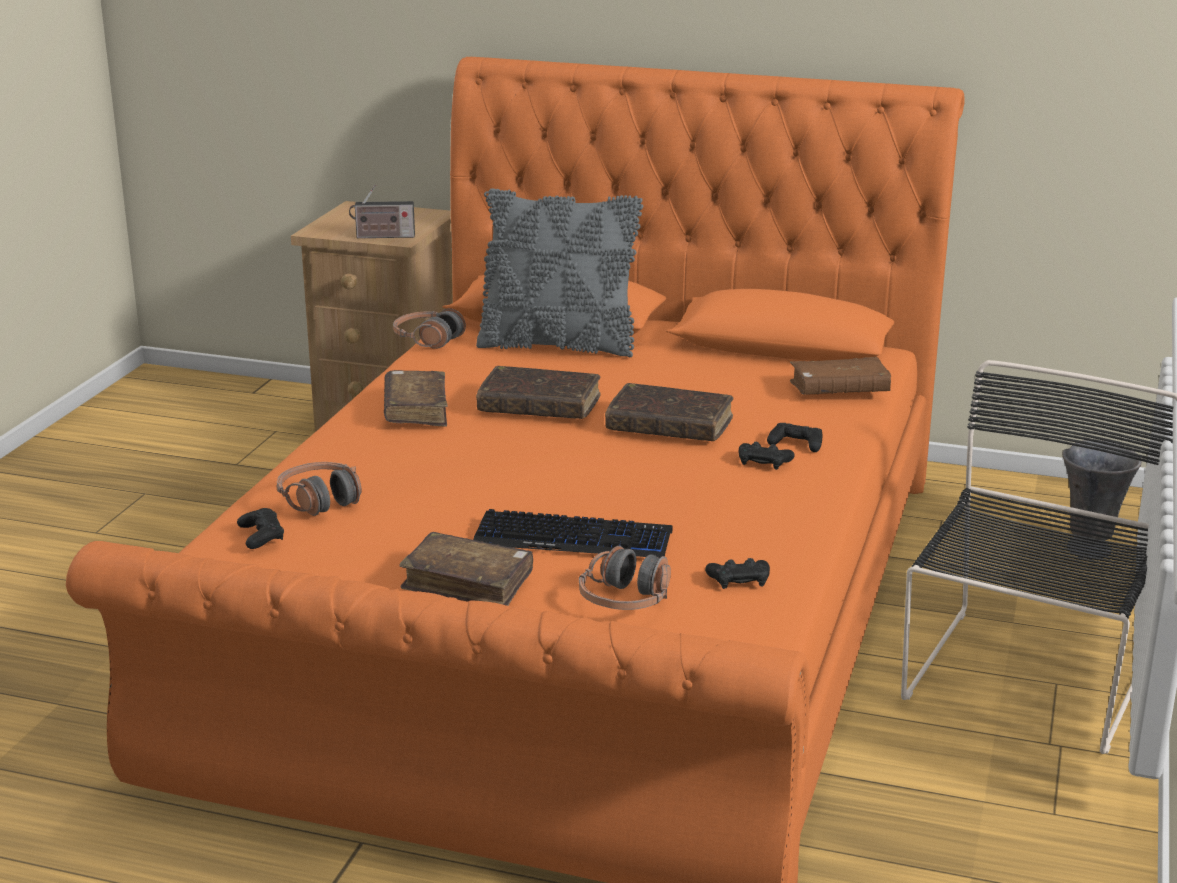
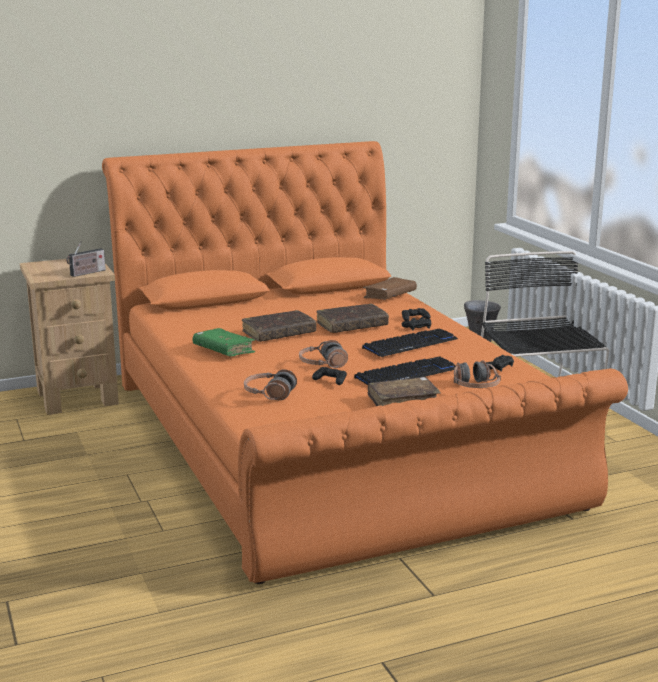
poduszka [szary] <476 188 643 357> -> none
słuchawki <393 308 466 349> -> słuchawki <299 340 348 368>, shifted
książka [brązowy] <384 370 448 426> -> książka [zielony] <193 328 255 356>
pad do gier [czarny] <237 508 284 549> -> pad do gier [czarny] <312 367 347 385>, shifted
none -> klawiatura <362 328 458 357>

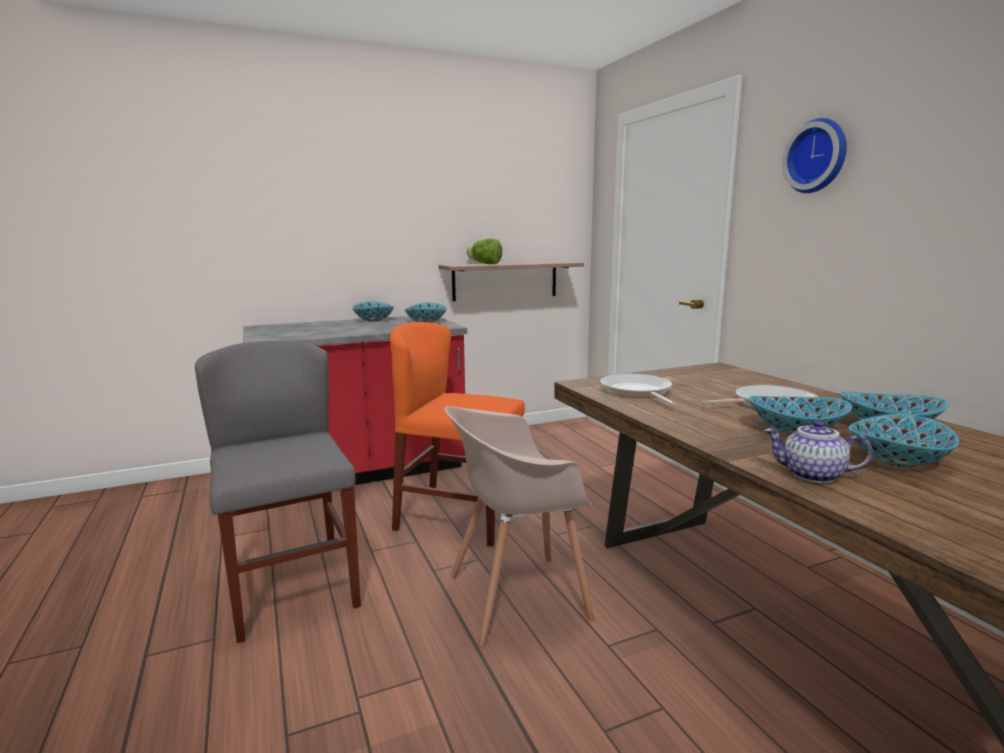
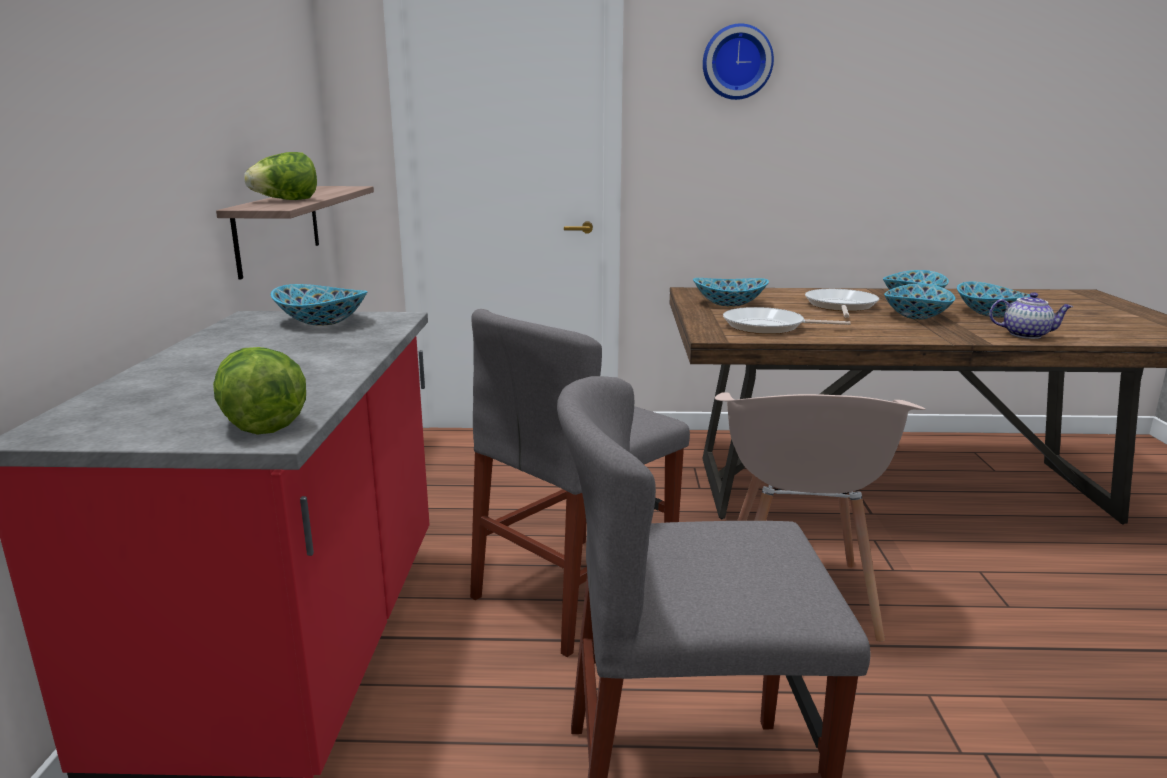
miska <352 302 394 322> -> miska <693 278 769 306>, shifted
krzesło [pomarańczowy] <390 322 525 547> -> krzesło [szary] <470 309 690 657>
imbryk <764 420 873 483> -> imbryk <989 292 1073 339>, 120 degrees counterclockwise
none -> sałata <213 347 306 435>

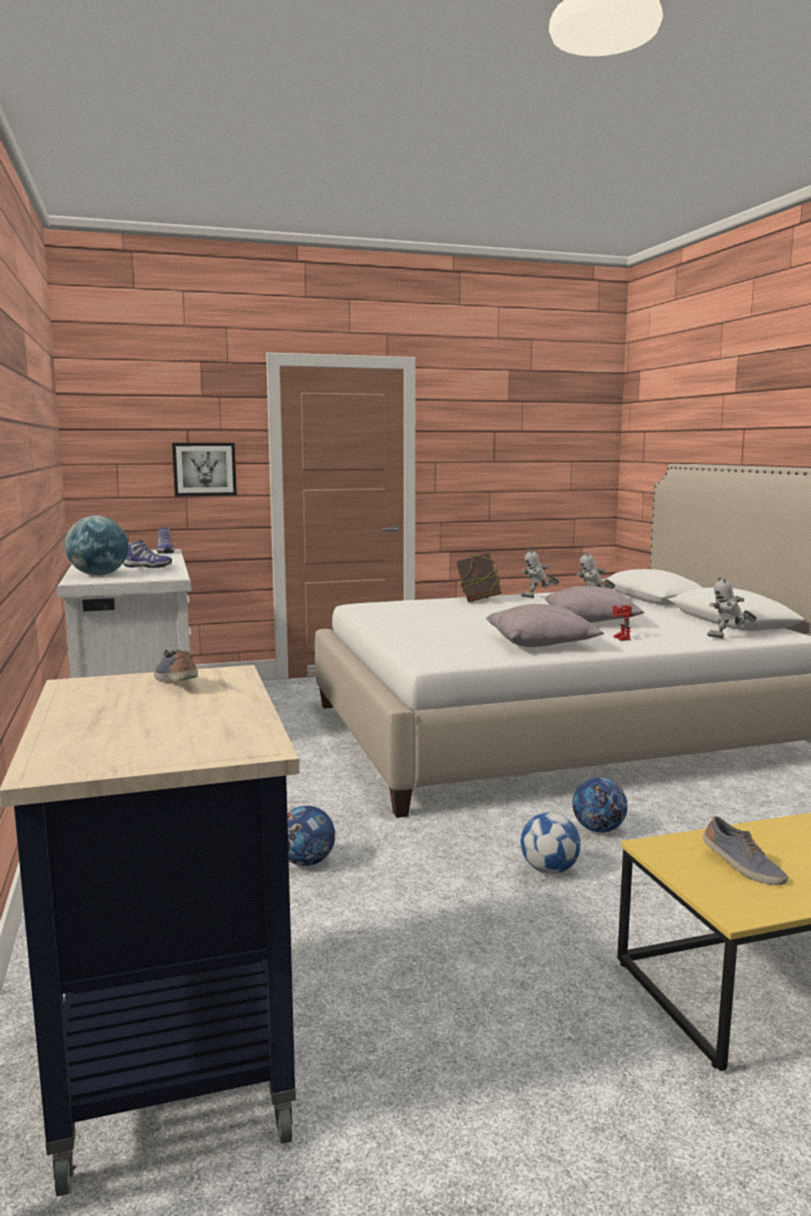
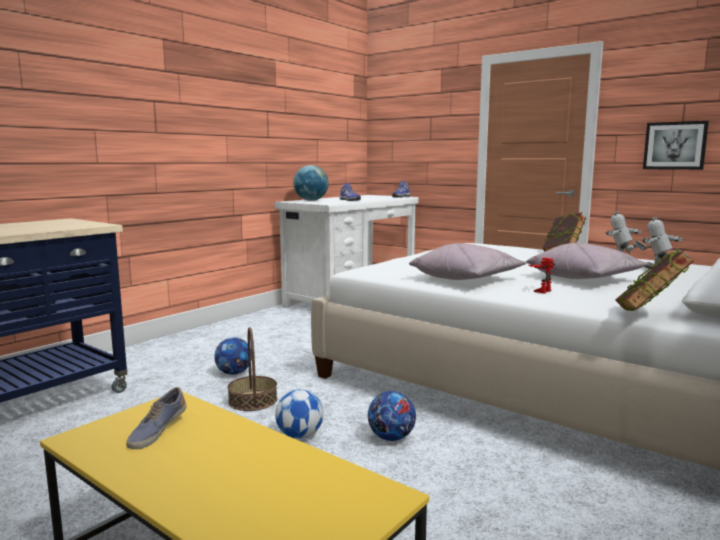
obraz <172 443 237 496> -> obraz <643 121 709 170>, shifted
robot zabawkowy <707 576 757 638> -> książka <615 250 694 311>
but <153 649 198 681> -> none
none -> koszyk <228 327 277 411>

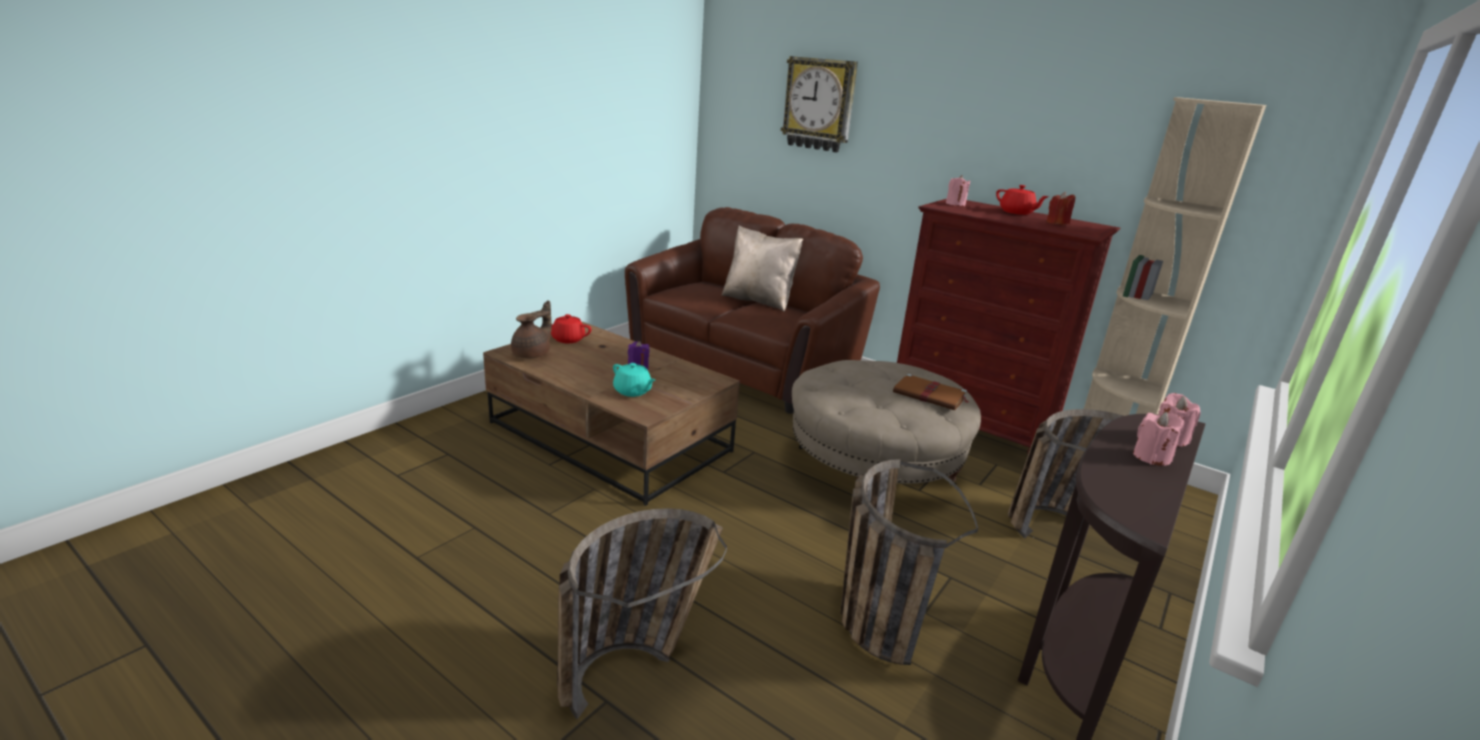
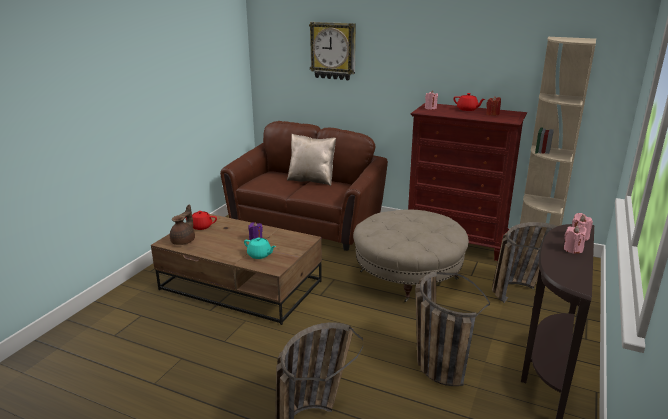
książka [brązowy] <893 374 969 410> -> none

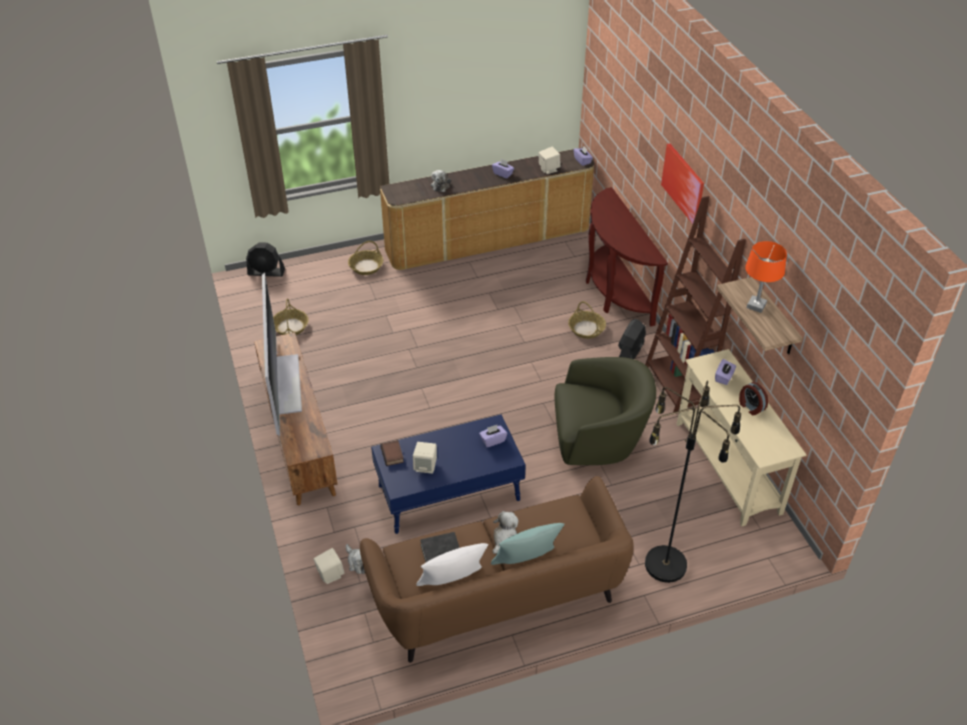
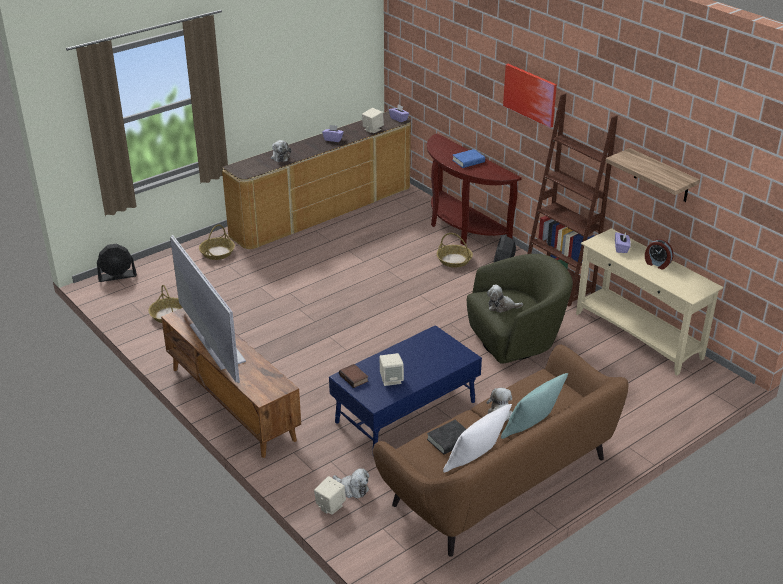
lampa stołowa [pomarańczowy] <745 241 787 313> -> none
lampa stojąca <645 381 741 583> -> none
pudełko chusteczek [fioletowy] <479 425 507 447> -> none
none -> książka [niebieski] <453 149 485 168>
none -> pluszak <487 285 523 313>

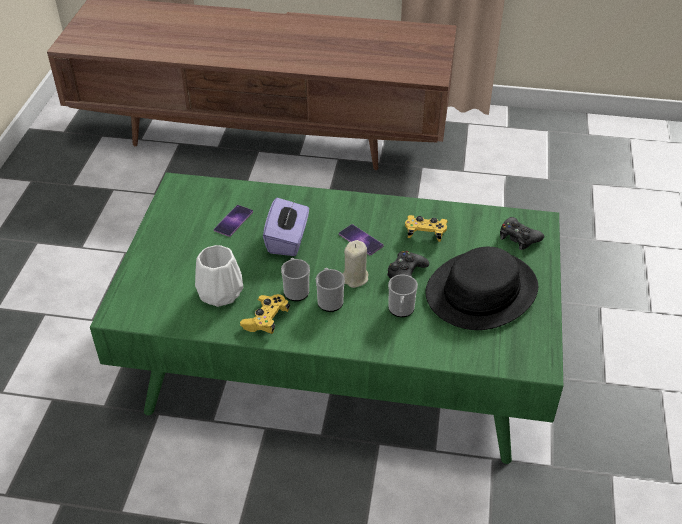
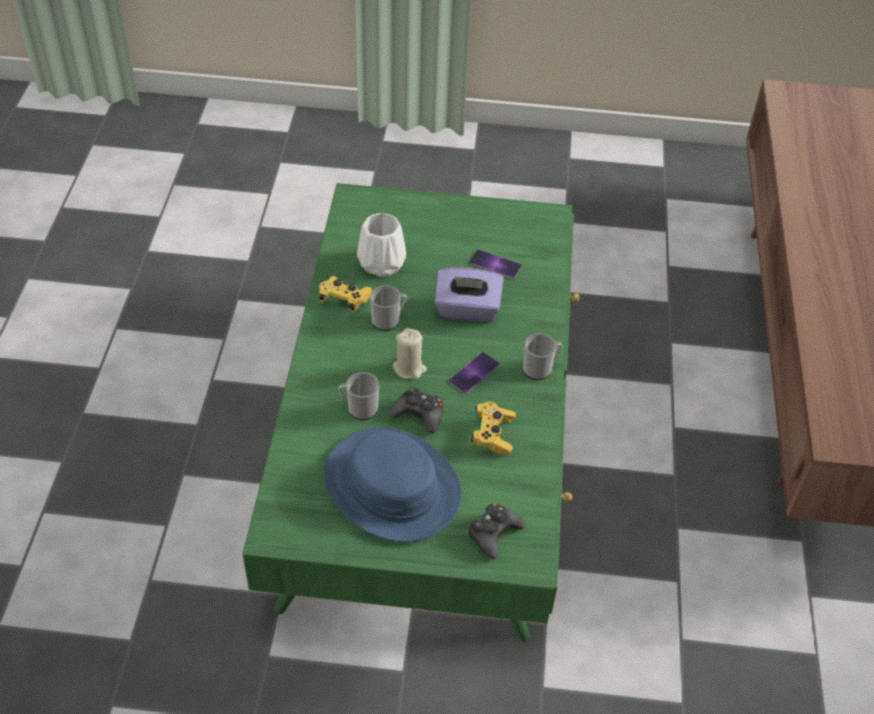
kapelusz [czarny] <425 247 538 330> -> kapelusz [niebieski] <324 427 461 542>
kubek <316 268 345 312> -> kubek <523 333 562 380>, shifted

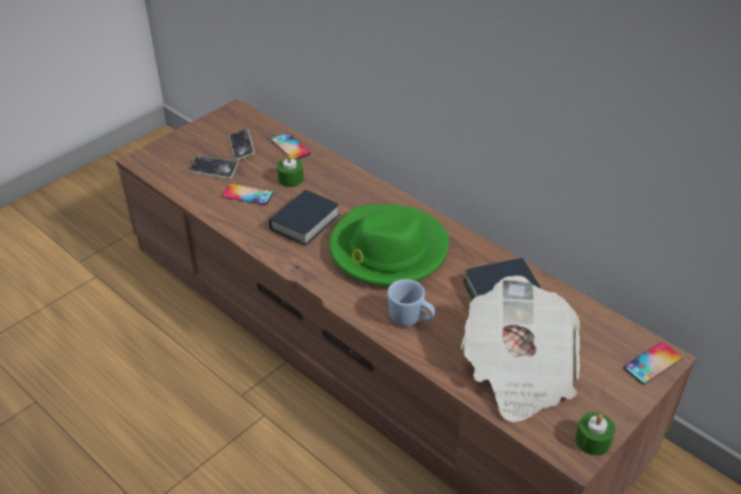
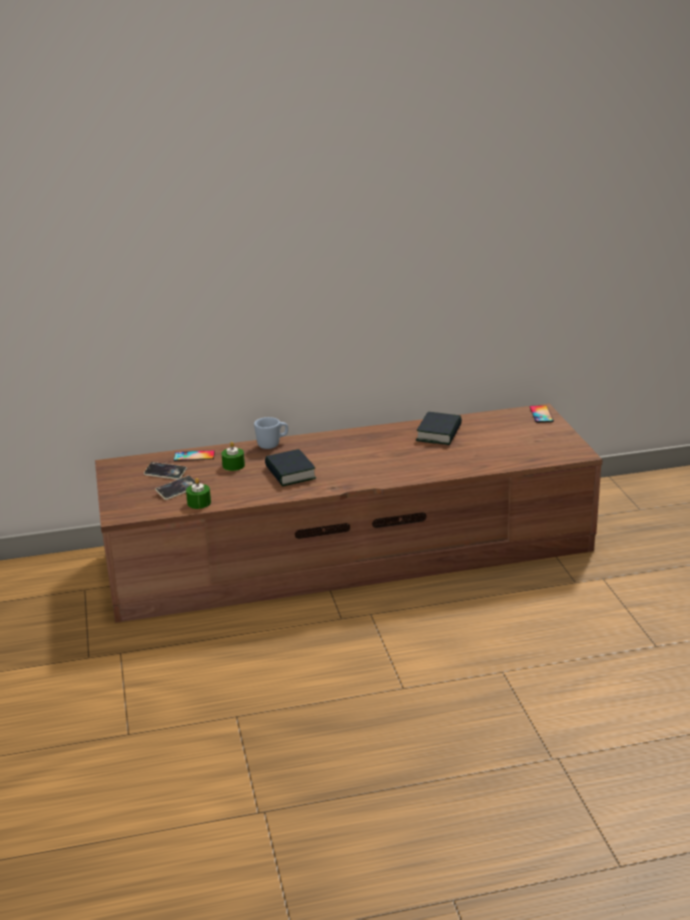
telefon <222 183 273 205> -> none
kapelusz [zielony] <329 204 449 287> -> none
gazeta <461 276 580 423> -> none
kubek [niebieski] <387 279 435 326> -> kubek [niebieski] <254 417 288 449>, shifted
świeca [zielony] <576 412 615 455> -> świeca [zielony] <186 478 211 509>, shifted

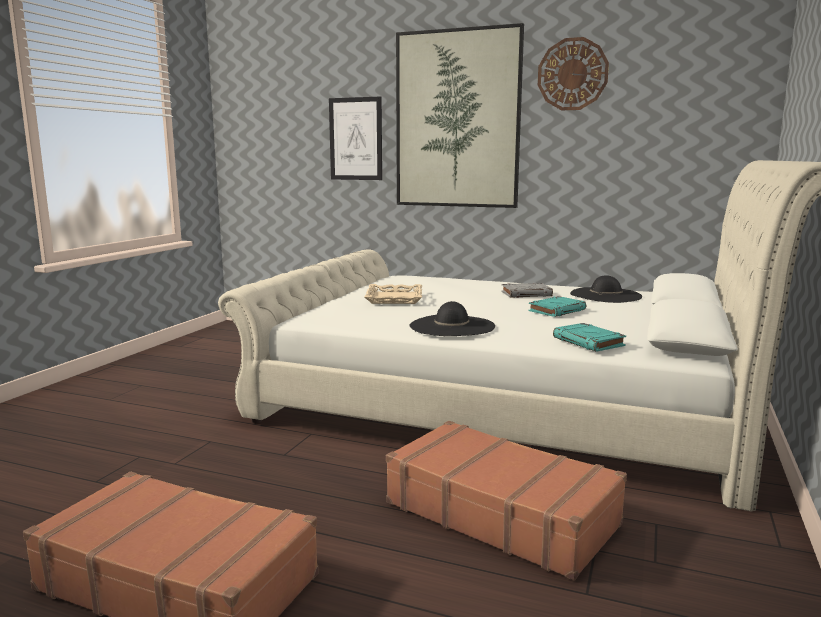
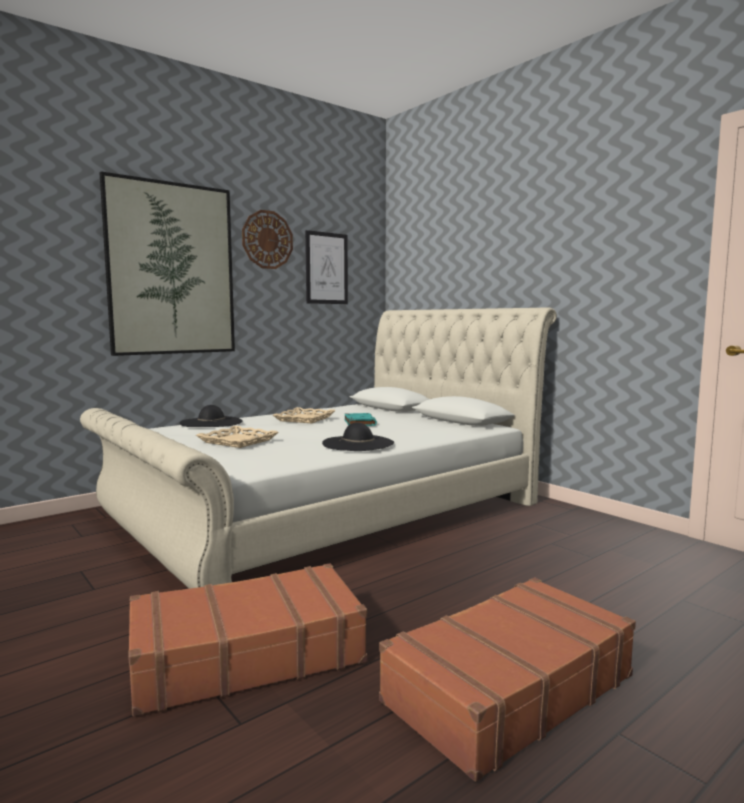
obraz <329 97 382 180> -> obraz <305 230 348 304>, shifted
kapelusz [czarny] <570 275 642 303> -> kapelusz [czarny] <180 405 243 427>, shifted
książka [szary] <501 283 553 298> -> taca [beżowy] <273 407 336 423>
książka [turkusowy] <553 323 626 352> -> none
walizka [brązowy] <386 421 627 581> -> walizka [brązowy] <128 563 367 716>, shifted

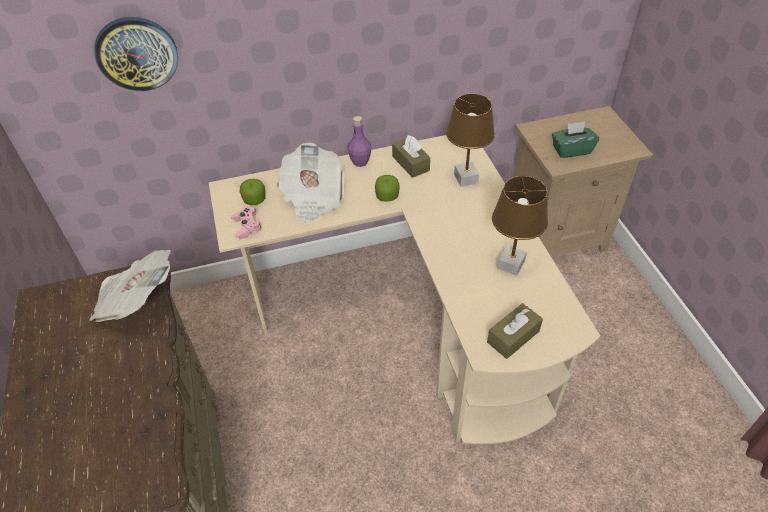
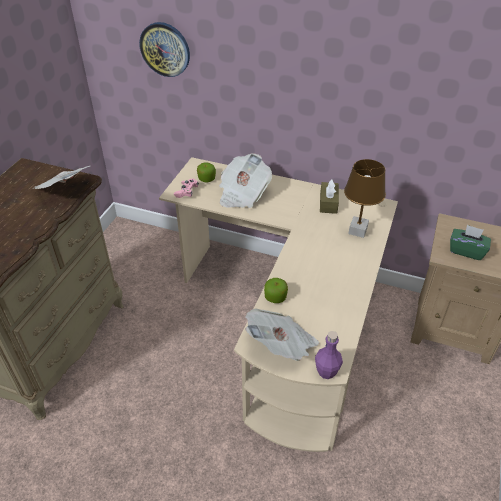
butelka [fioletowy] <348 116 371 167> -> butelka [fioletowy] <315 331 343 379>, shifted
jabłko <375 175 399 202> -> jabłko <264 278 288 303>, shifted
lampa stołowa [brązowy] <492 176 548 276> -> none
pudełko chusteczek [brązowy] <487 303 543 359> -> gazeta <245 308 319 361>

